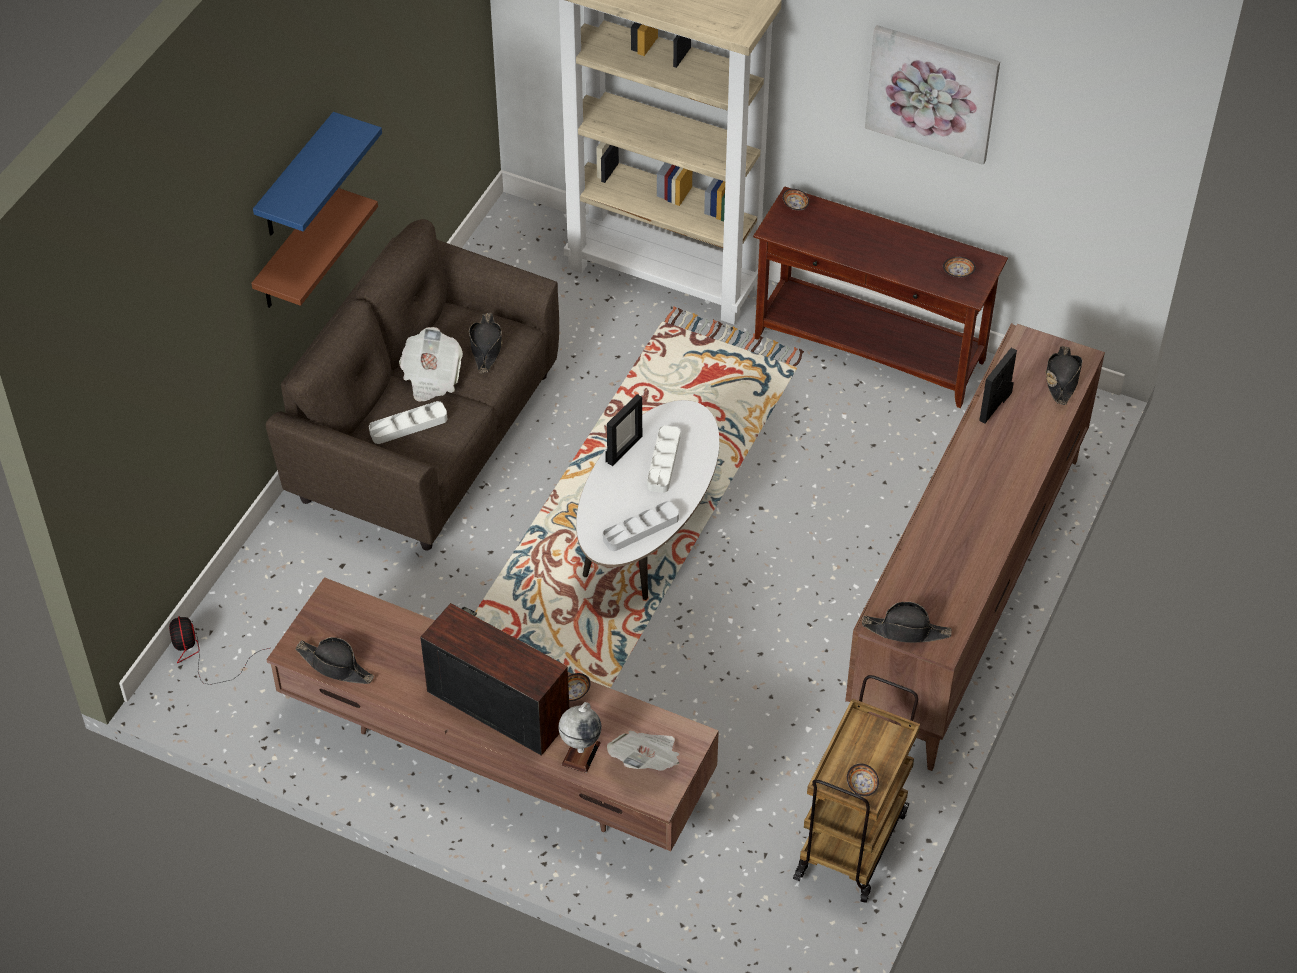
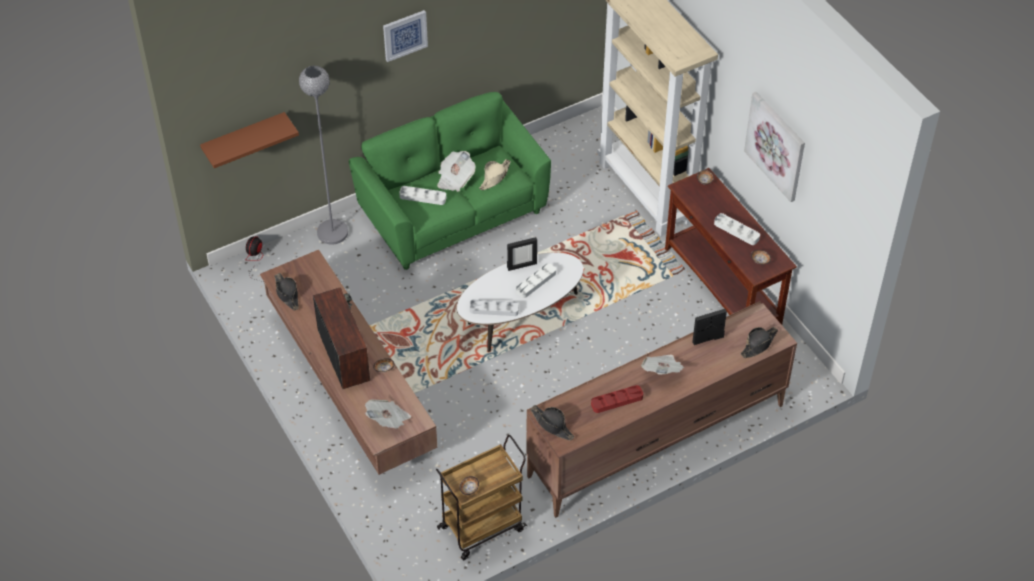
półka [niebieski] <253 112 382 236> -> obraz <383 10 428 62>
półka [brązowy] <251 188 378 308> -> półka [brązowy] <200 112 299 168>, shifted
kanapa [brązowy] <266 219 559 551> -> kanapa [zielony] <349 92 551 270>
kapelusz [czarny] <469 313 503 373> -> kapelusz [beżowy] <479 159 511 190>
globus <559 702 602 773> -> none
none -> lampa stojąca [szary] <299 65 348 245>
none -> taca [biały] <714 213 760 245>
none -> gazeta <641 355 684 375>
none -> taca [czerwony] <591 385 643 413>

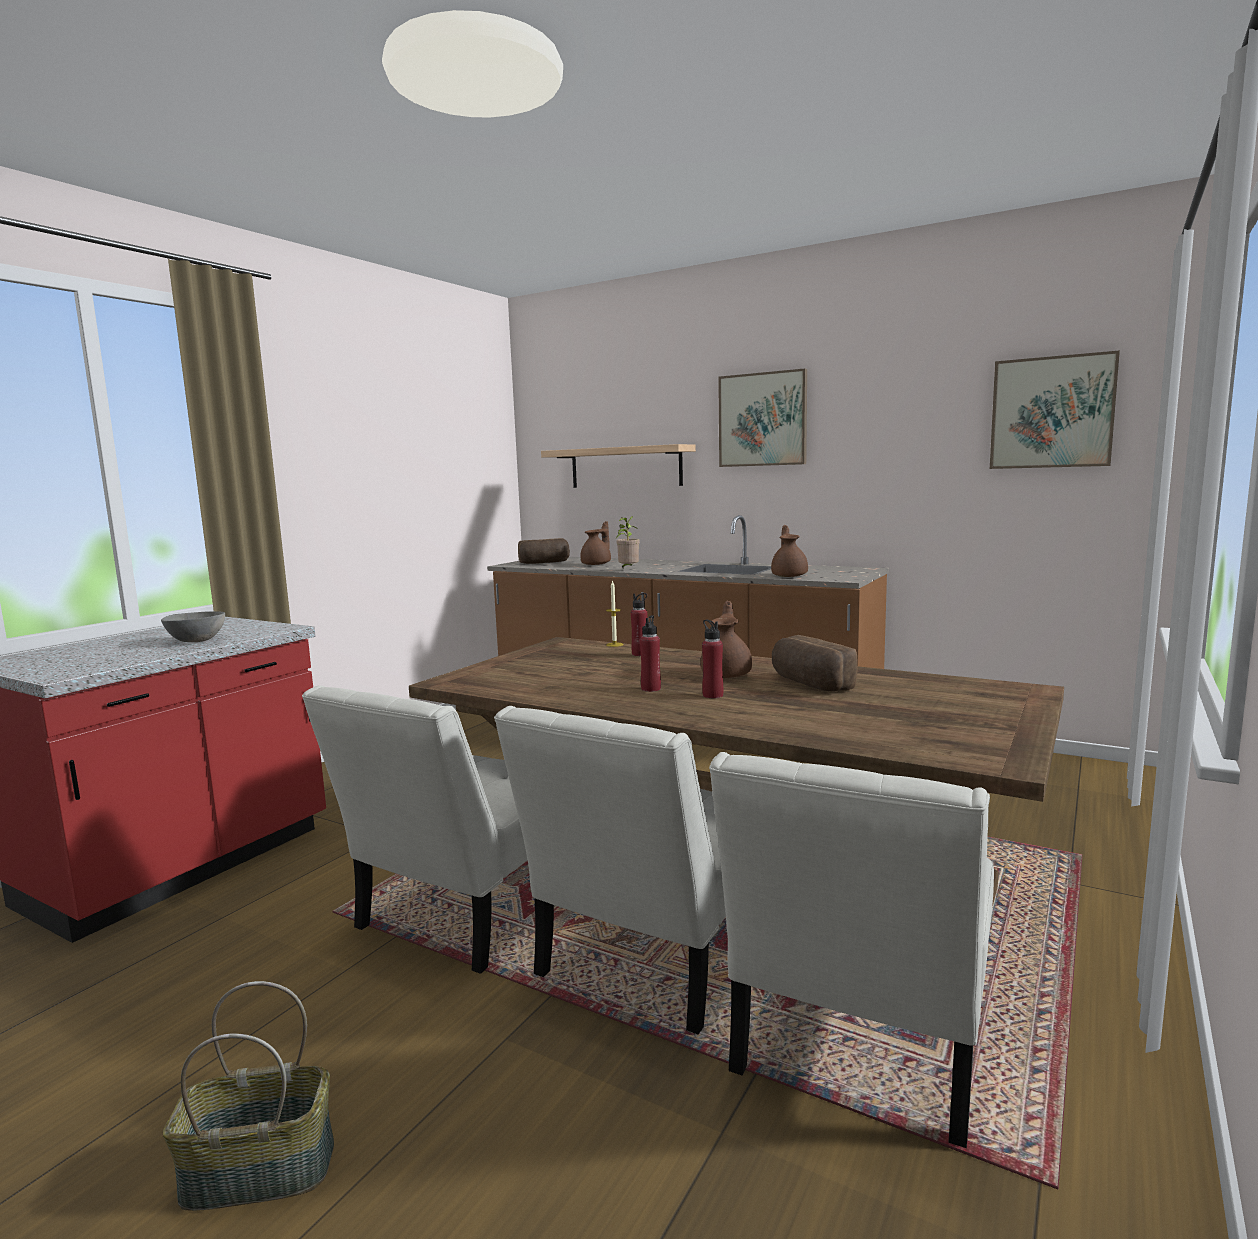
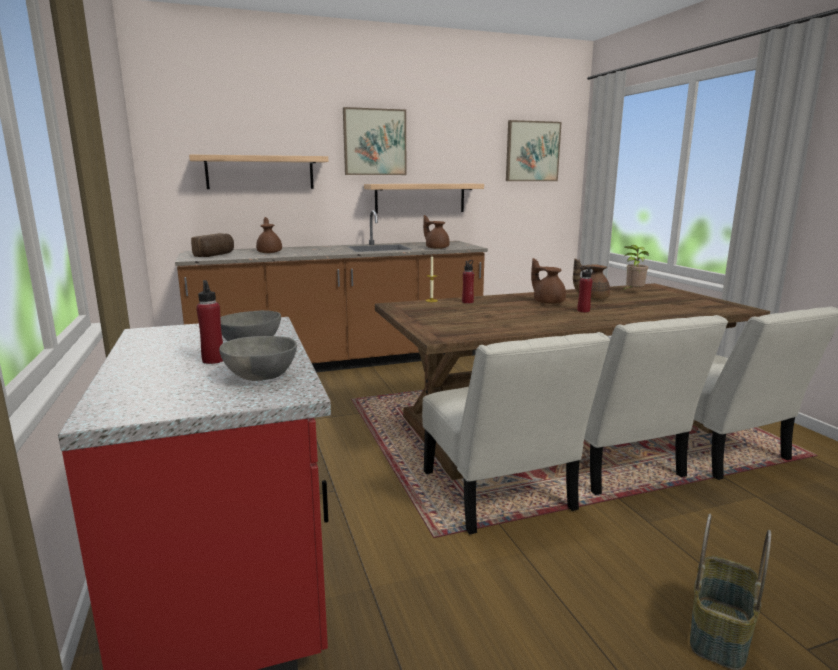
roślina doniczkowa <615 516 640 568> -> roślina doniczkowa <623 245 649 290>, shifted
butelka [czerwony] <640 615 661 692> -> butelka [czerwony] <196 280 223 364>, shifted
chleb <772 635 858 692> -> imbryk [brązowy] <573 259 610 300>
none -> półka <364 184 484 214>
none -> miska [szary] <219 336 297 381>

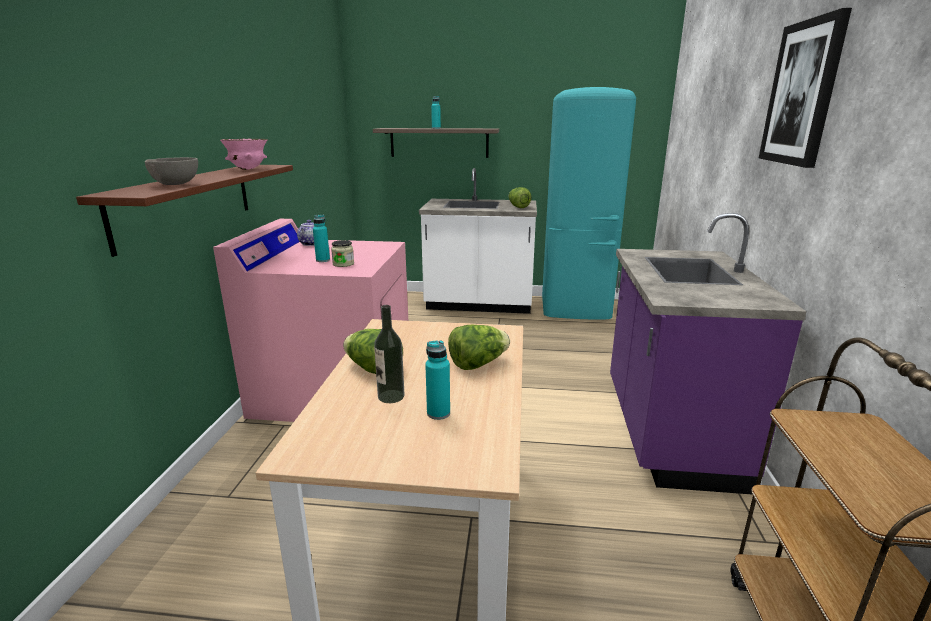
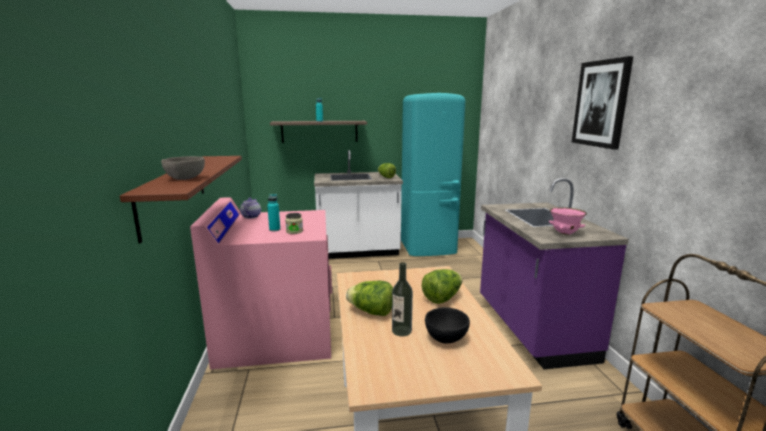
miska [różowy] <220 139 268 170> -> miska [różowy] <549 207 587 235>, shifted
butelka [turkusowy] <425 340 450 420> -> miska [czarny] <425 307 470 343>

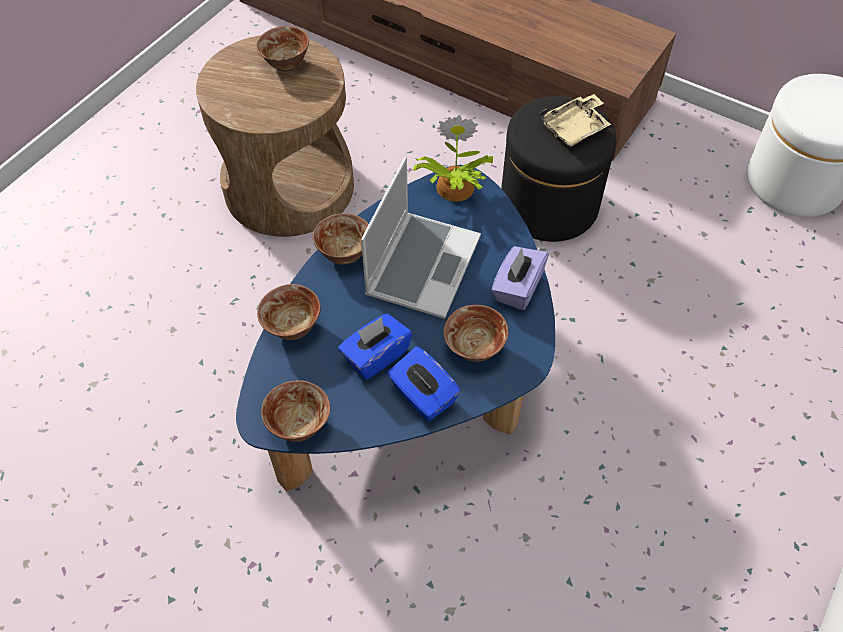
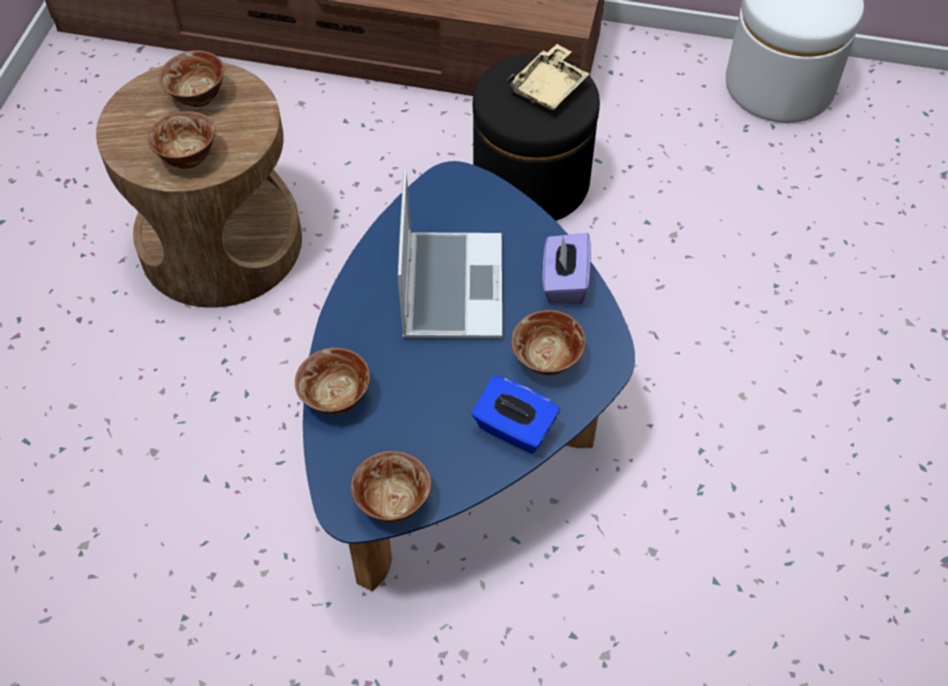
roślina doniczkowa <413 115 493 202> -> none
miska <313 213 369 264> -> miska <147 111 215 169>, shifted
pudełko chusteczek [niebieski] <338 314 412 380> -> none

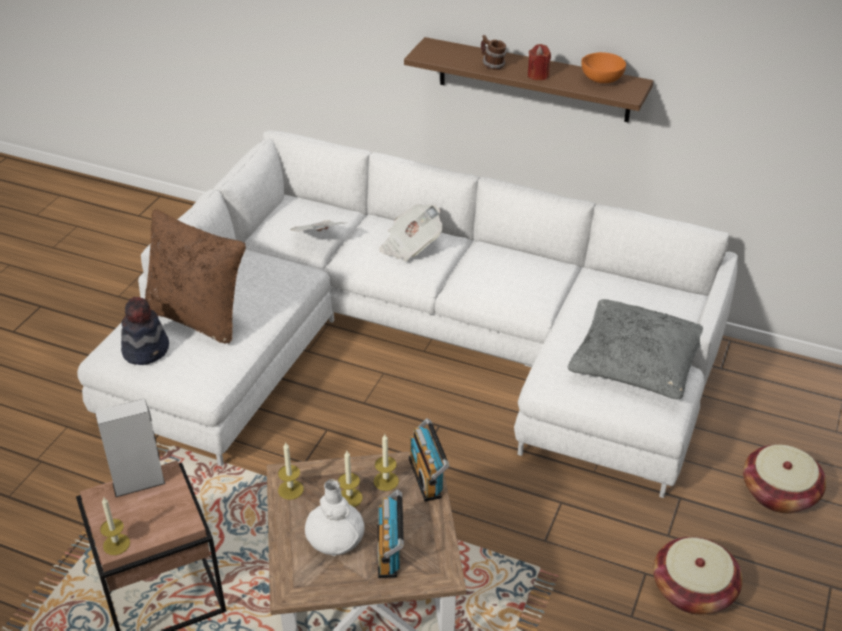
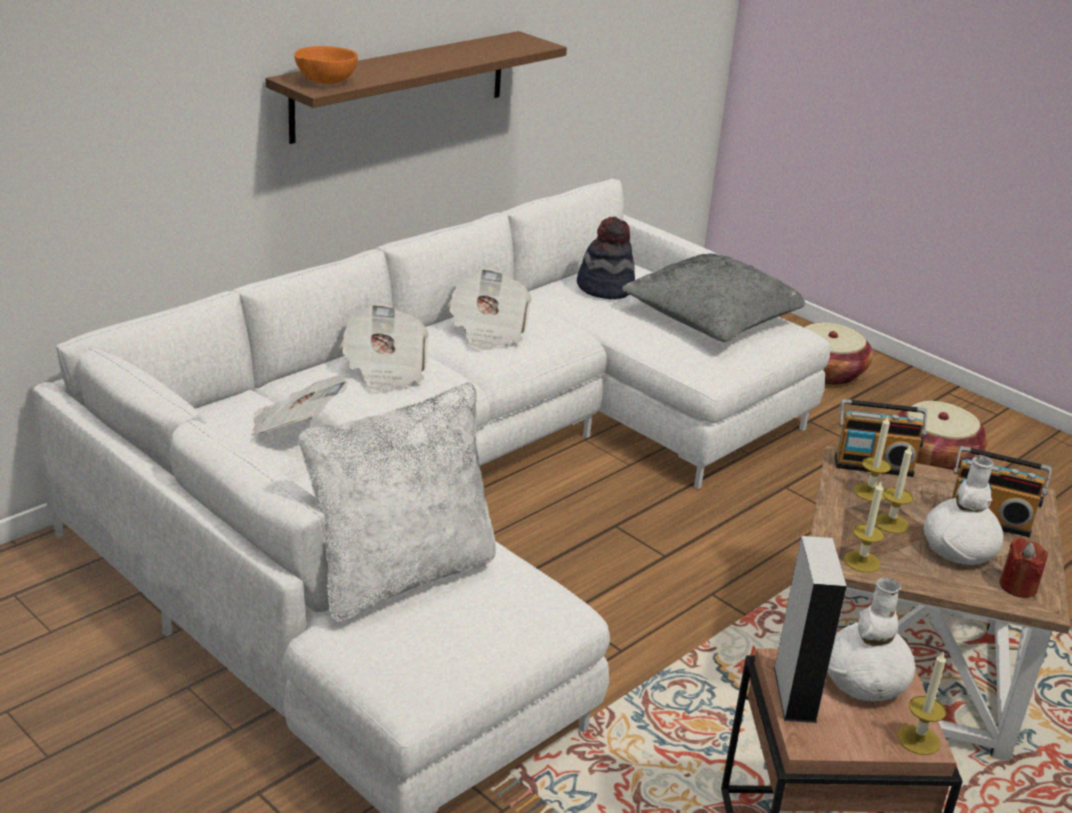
kubek <481 35 507 70> -> none
świeca [czerwony] <528 44 551 81> -> świeca [czerwony] <999 537 1048 598>, shifted
miska [pomarańczowy] <581 52 626 83> -> miska [pomarańczowy] <294 46 358 84>, shifted
poduszka [brązowy] <145 209 247 344> -> poduszka [biały] <298 382 496 622>
kapelusz <121 297 169 365> -> kapelusz <577 217 635 299>, shifted
none -> gazeta <448 268 532 351>
none -> wazon [biały] <827 577 915 703>

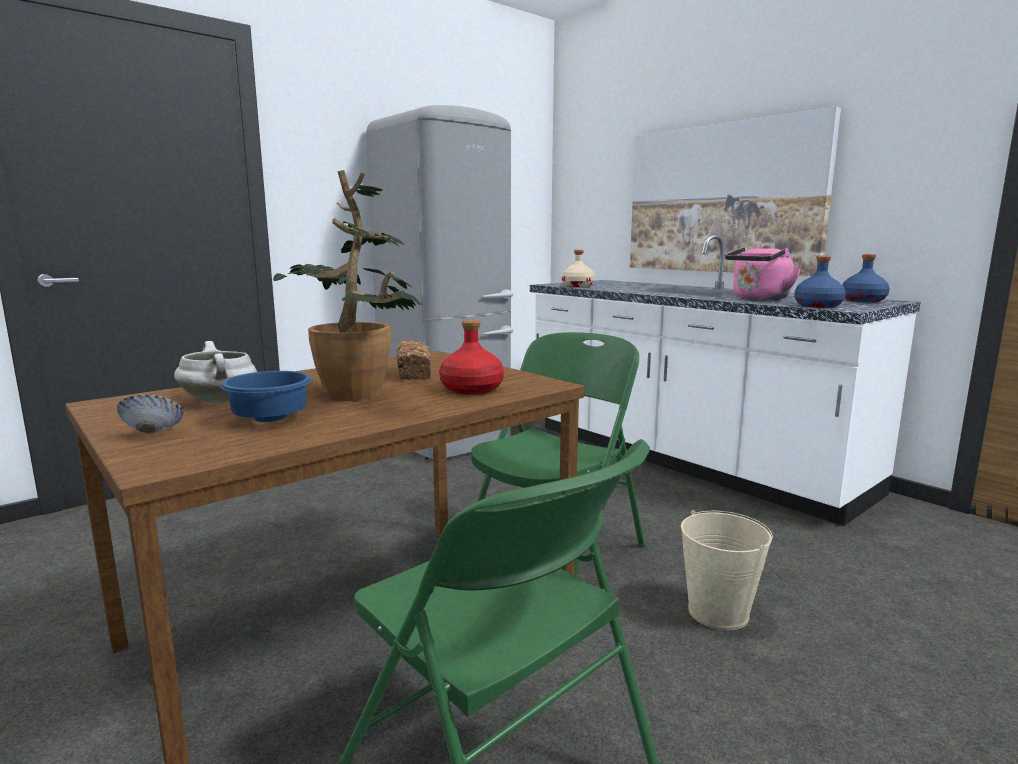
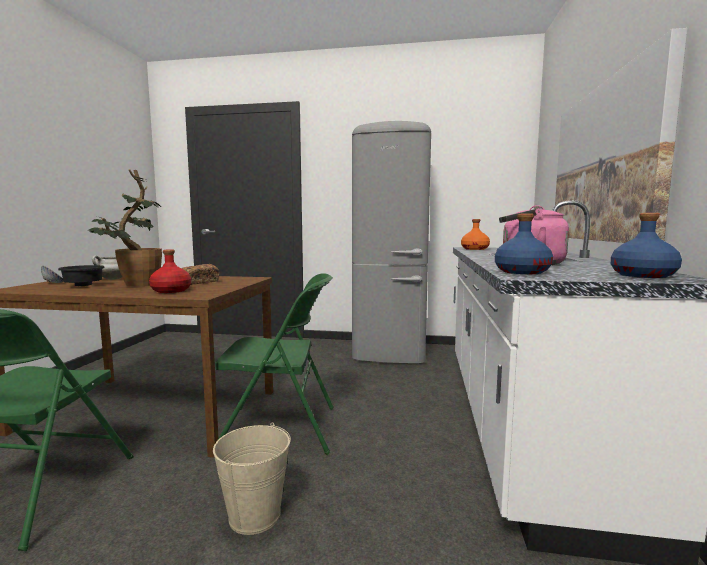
butelka [beżowy] <562 250 595 287> -> butelka [pomarańczowy] <461 219 490 250>
miska [niebieski] <221 371 312 422> -> miska [czarny] <58 265 105 286>

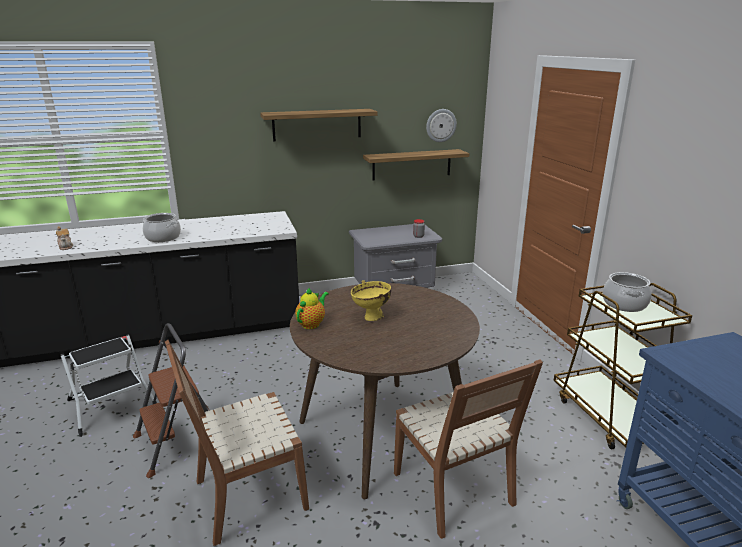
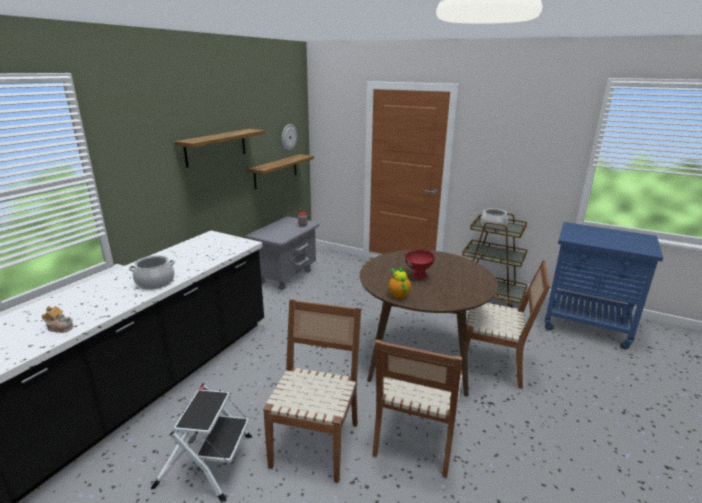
miska [żółty] <351 280 391 321> -> miska [czerwony] <404 250 436 279>
drabinka [brązowy] <133 323 210 478> -> krzesło <263 299 361 483>

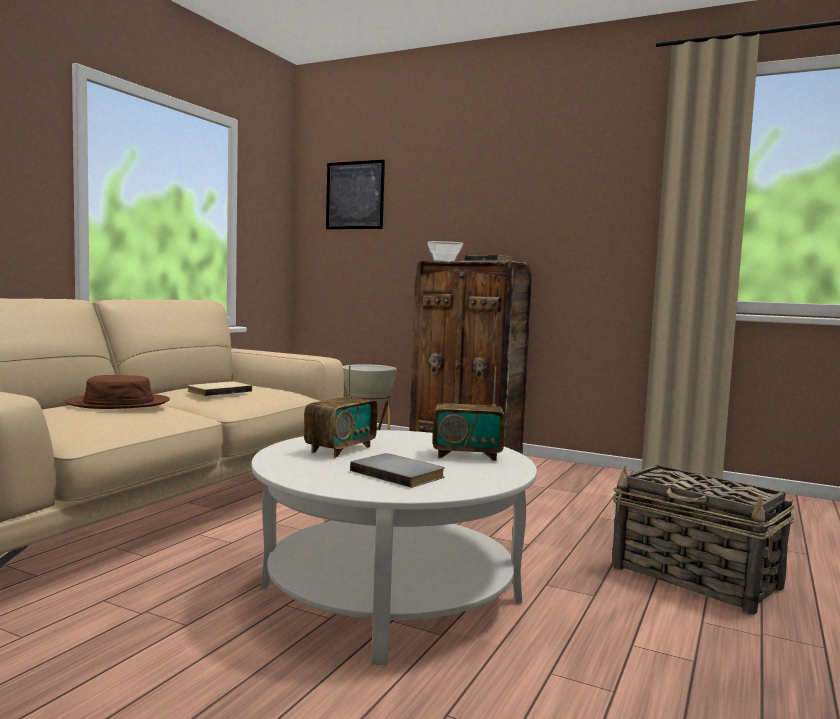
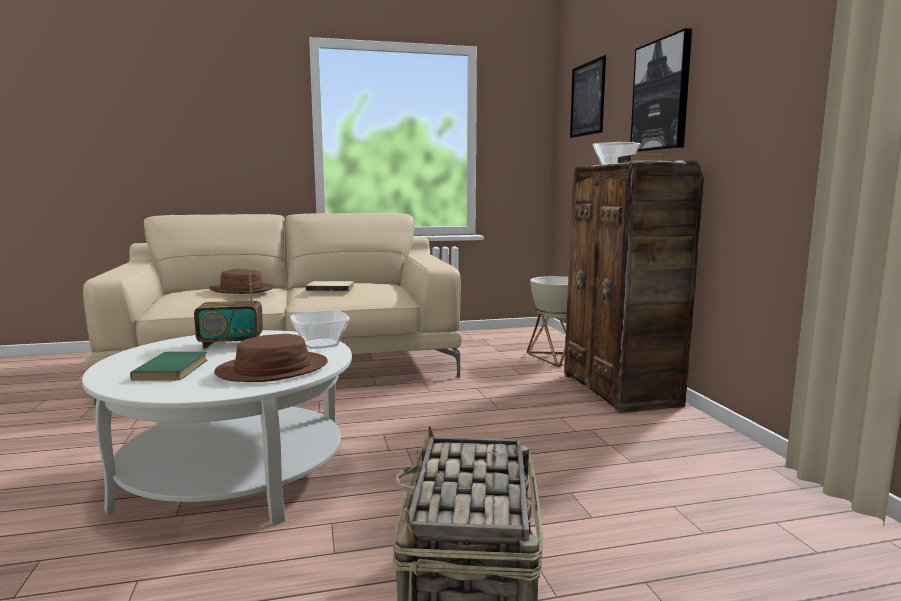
radio <433 367 505 461> -> kapelusz [brązowy] <214 334 328 382>
książka [szary] <350 453 445 488> -> książka [zielony] <130 352 207 381>
none -> obraz <630 28 692 152>
none -> miska <290 310 349 349>

